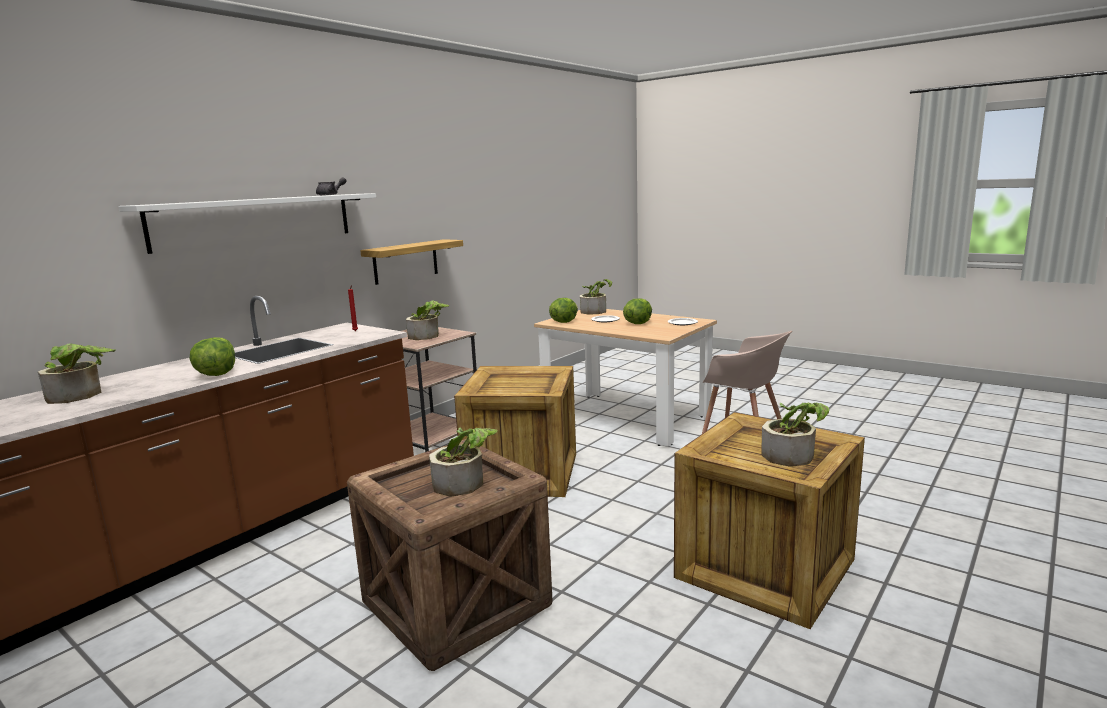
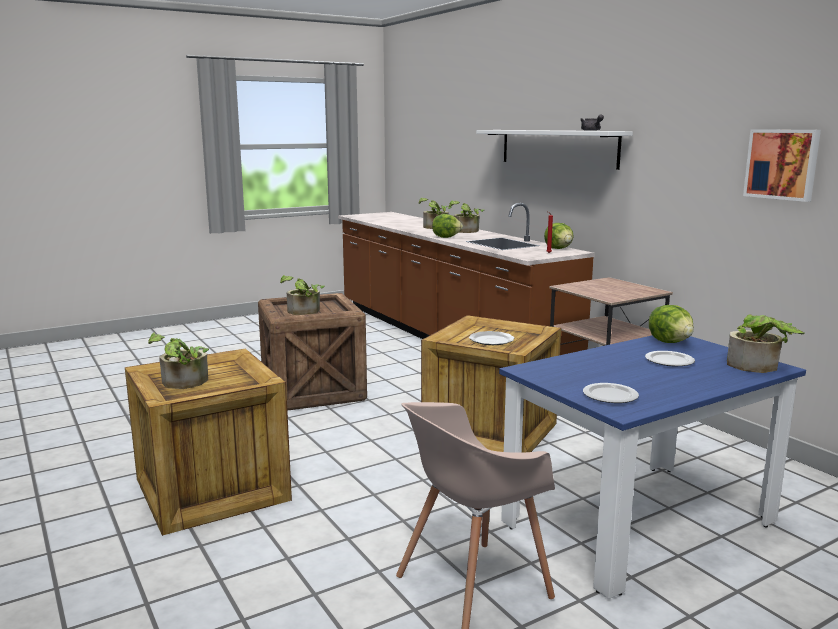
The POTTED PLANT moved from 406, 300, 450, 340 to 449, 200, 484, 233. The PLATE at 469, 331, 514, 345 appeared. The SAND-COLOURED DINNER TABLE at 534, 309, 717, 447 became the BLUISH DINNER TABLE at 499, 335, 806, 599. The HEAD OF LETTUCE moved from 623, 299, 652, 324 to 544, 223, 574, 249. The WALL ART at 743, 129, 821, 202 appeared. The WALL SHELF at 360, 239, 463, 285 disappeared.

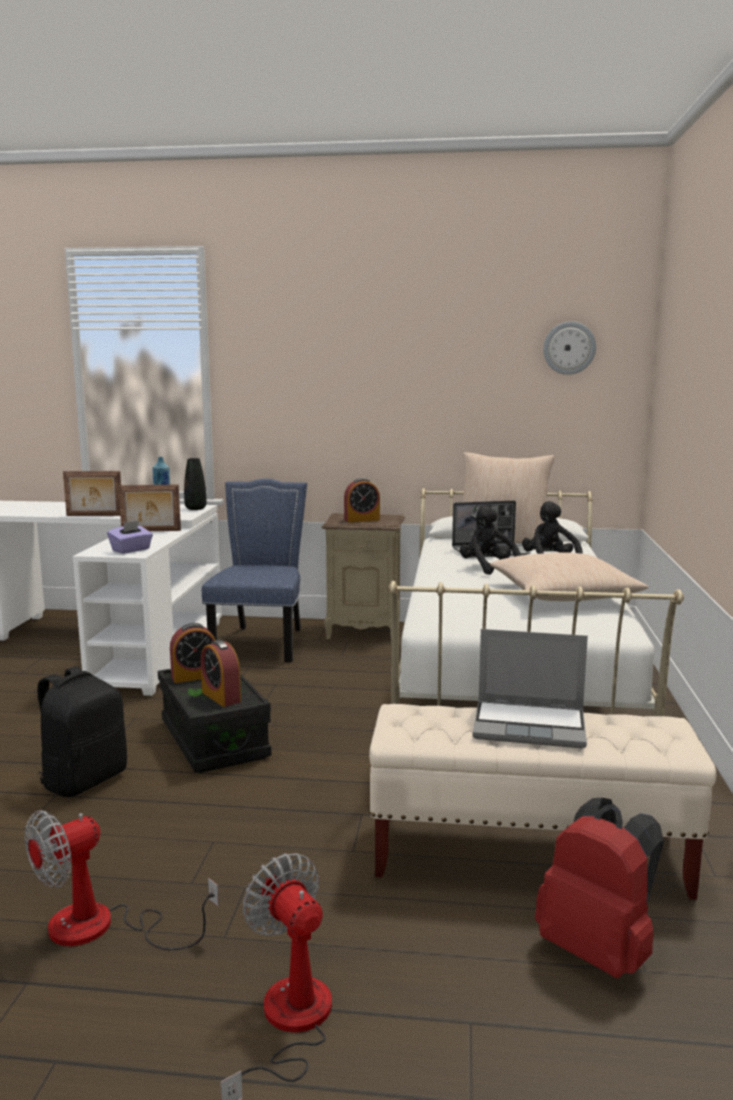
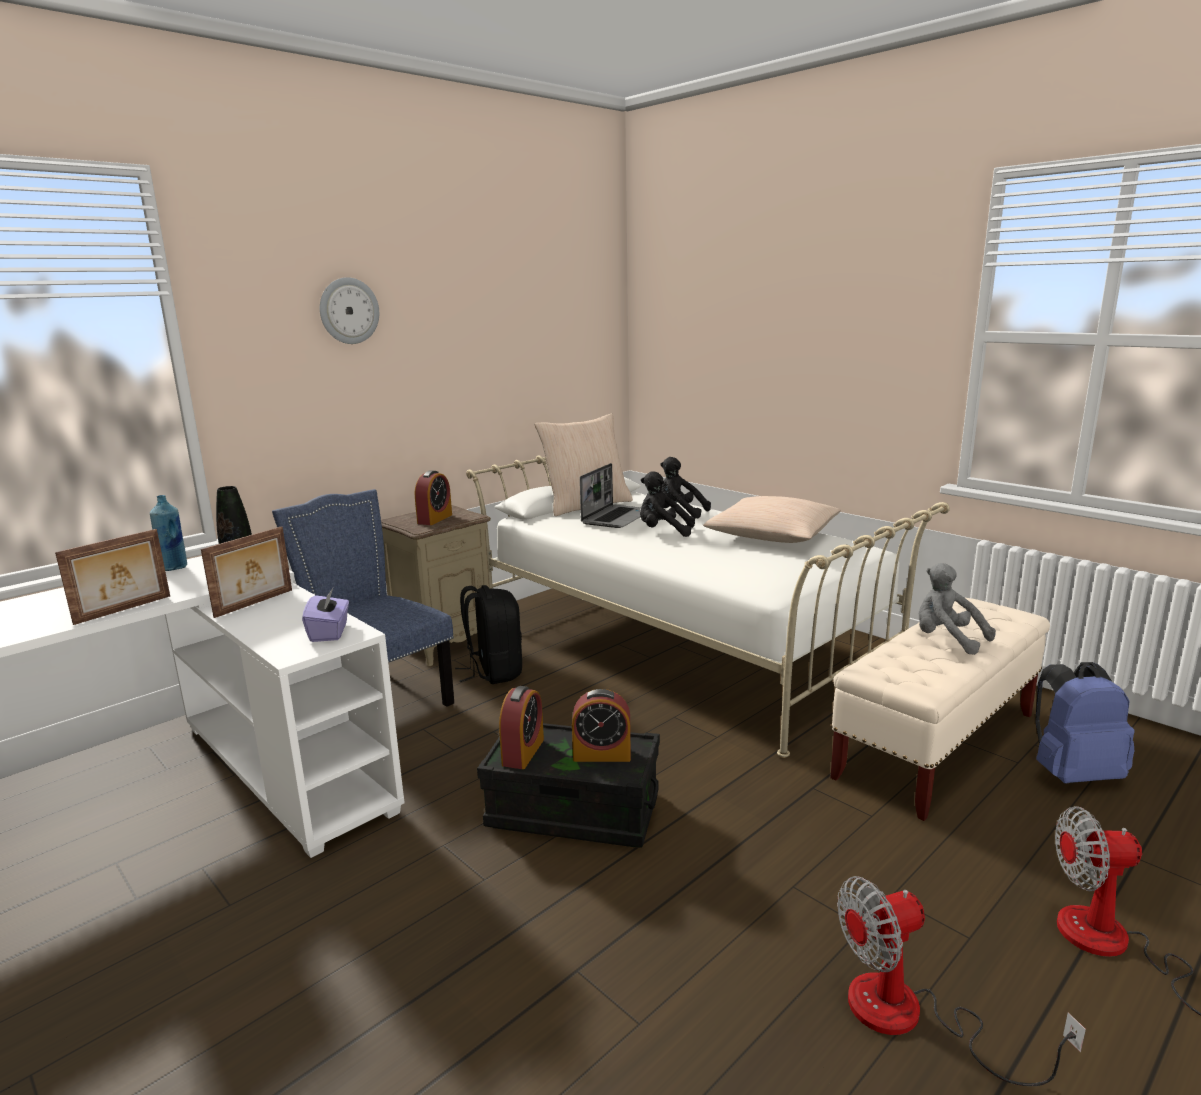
The HANGING CLOCK moved from 543, 321, 596, 375 to 320, 277, 379, 344. The BLACK BACKPACK moved from 37, 666, 127, 797 to 455, 585, 522, 684. The FAN at 25, 810, 219, 950 turned 75 degrees clockwise. The PORTABLE COMPUTER at 472, 629, 588, 748 was replaced by the GRAY PLUSH TOY at 919, 563, 996, 655. The RED BACKPACK at 535, 798, 664, 978 became the BLUISH BACKPACK at 1035, 662, 1134, 783.

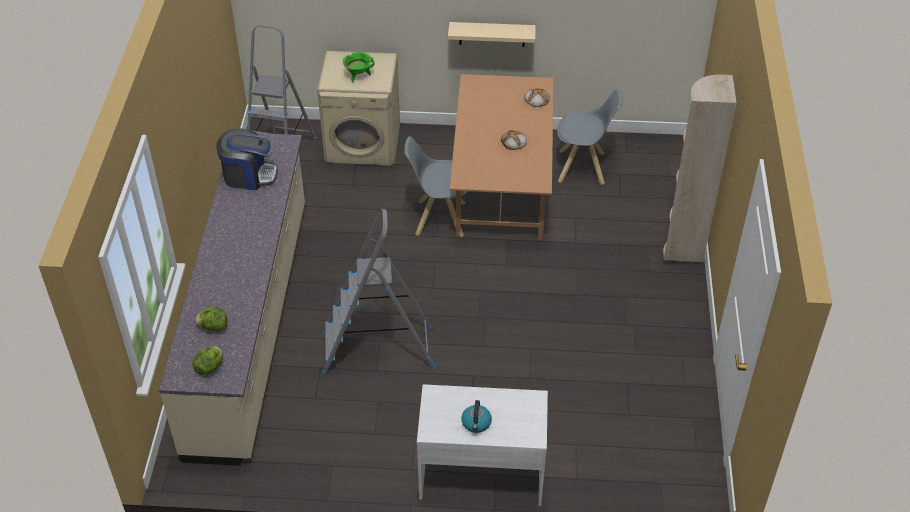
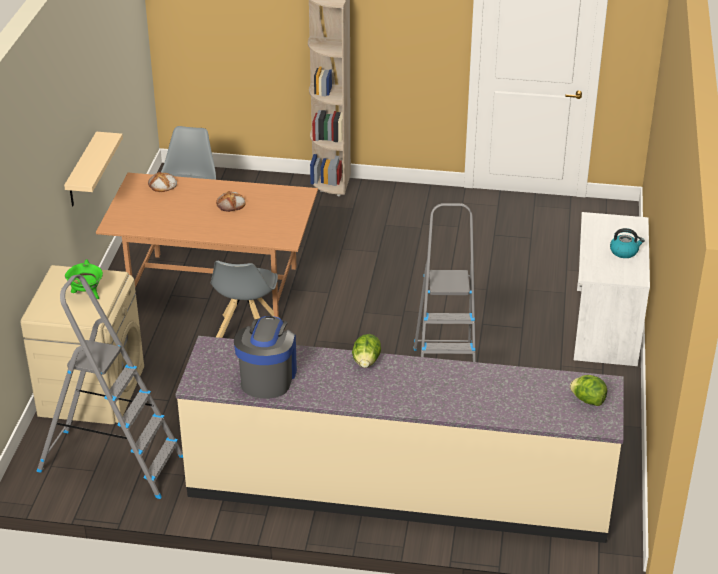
The HEAD OF LETTUCE moved from 195, 307, 227, 331 to 352, 334, 381, 368.

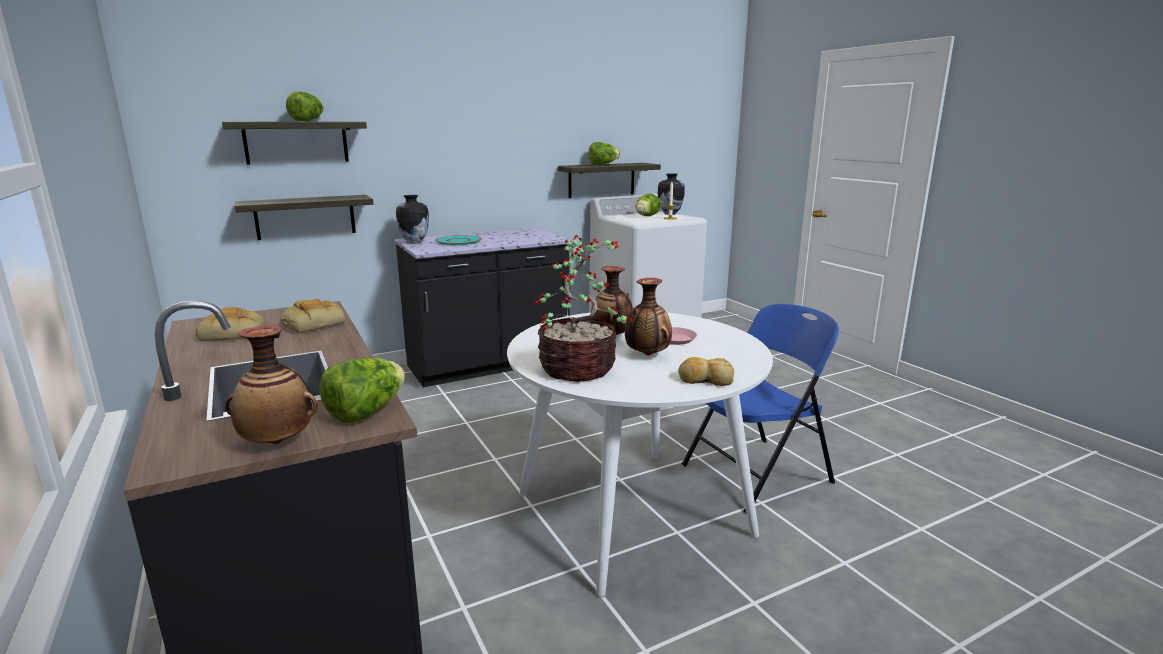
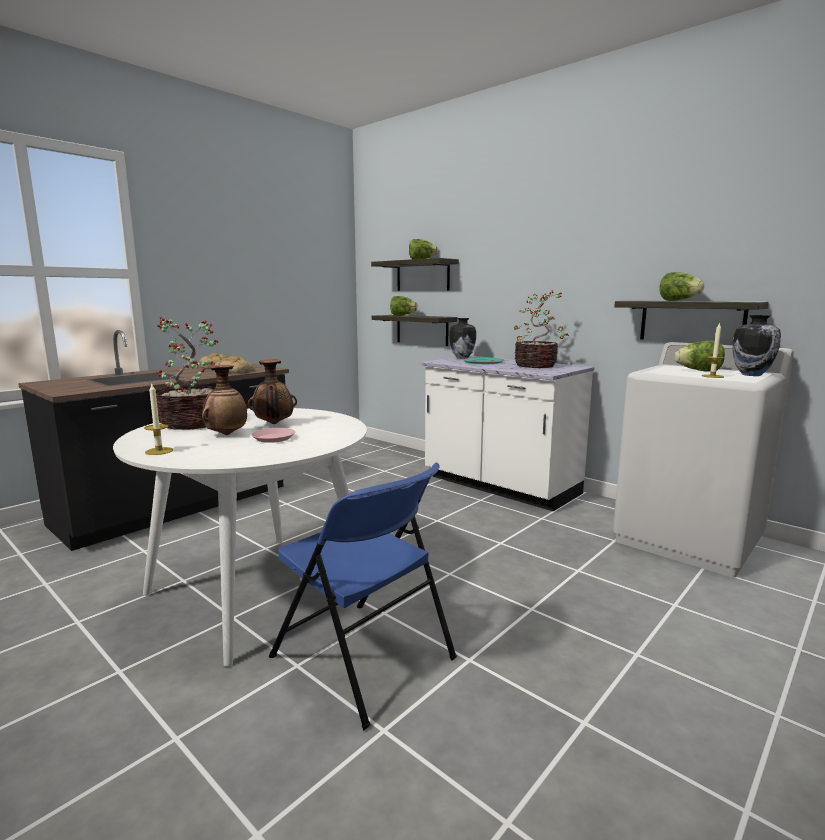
The BREAD at 678, 357, 734, 386 was replaced by the WAX LIGHT at 144, 382, 173, 455. The HEAD OF LETTUCE moved from 319, 358, 405, 423 to 390, 296, 418, 316. The BLACK KITCHEN BASE UNIT at 394, 227, 573, 387 became the WHITISH KITCHEN BASE UNIT at 421, 356, 594, 511. The POTTED PLANT at 514, 290, 569, 368 appeared. The DECORATIVE VASE at 225, 325, 318, 444 disappeared.

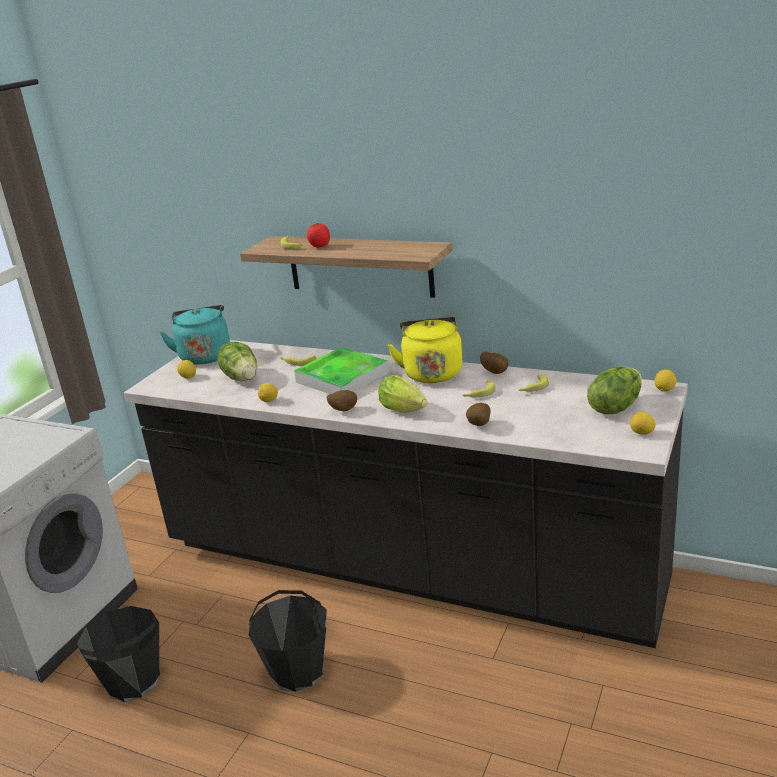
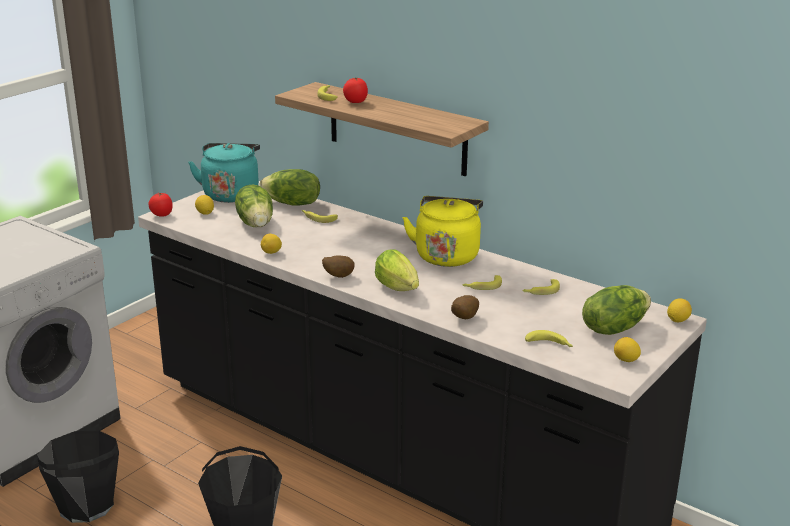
The WHOLE TOMATO at 148, 193, 173, 217 appeared. The HEAD OF LETTUCE at 259, 169, 320, 206 appeared. The WHOLE BANANA at 525, 330, 573, 348 appeared. The CARRYING TRAY at 294, 347, 389, 394 disappeared. The WHOLE POTATO at 480, 352, 508, 374 disappeared.

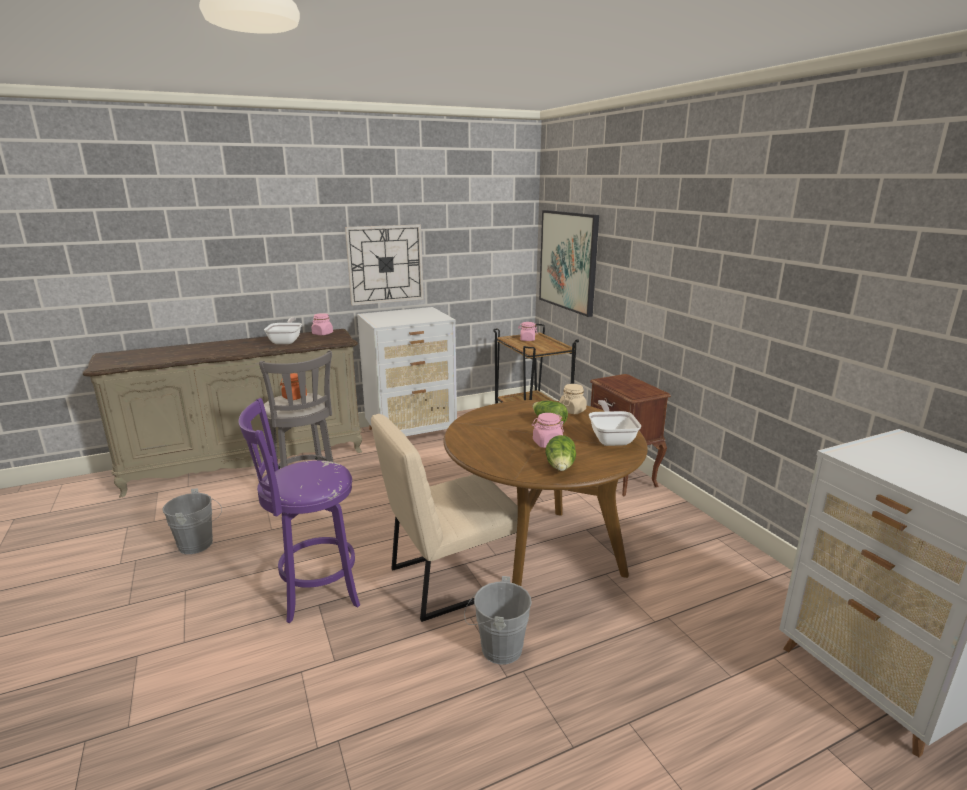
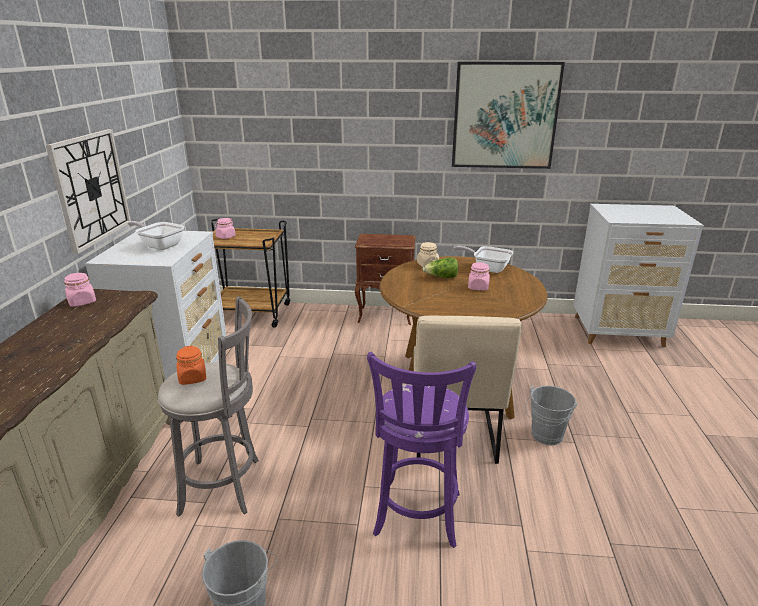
The SKILLET moved from 264, 317, 302, 344 to 127, 221, 185, 250. The WALL ART moved from 539, 210, 599, 317 to 452, 62, 565, 169. The HEAD OF LETTUCE at 545, 435, 576, 471 disappeared.

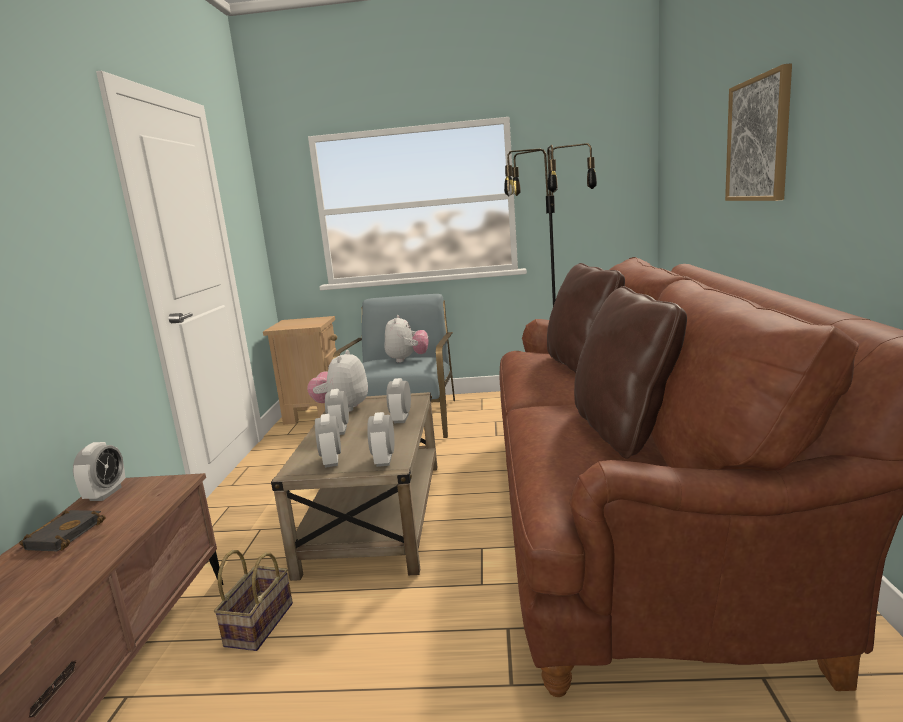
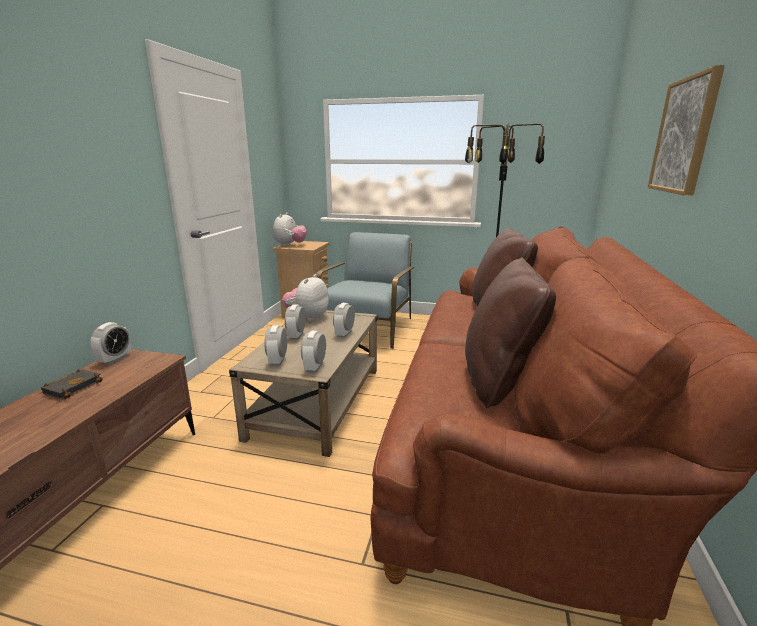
The PLUSH TOY moved from 384, 315, 429, 363 to 273, 213, 307, 247. The HOUSEHOLD BASKET at 214, 550, 293, 651 disappeared.

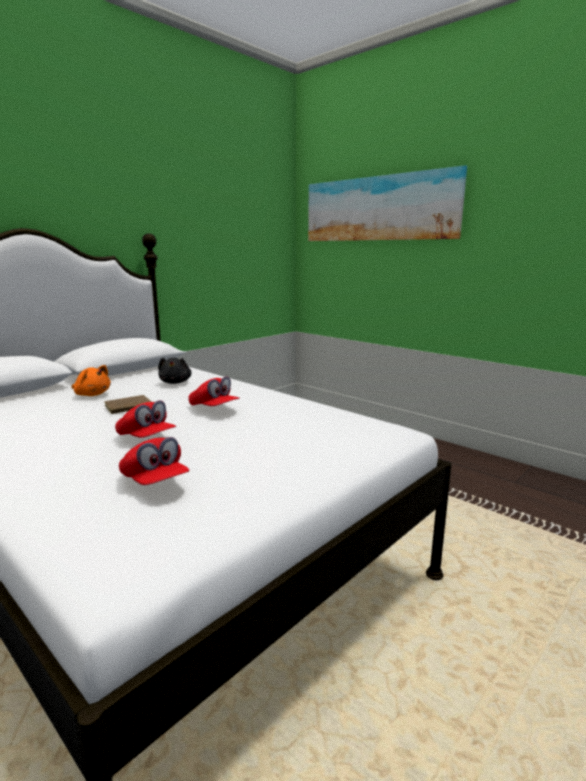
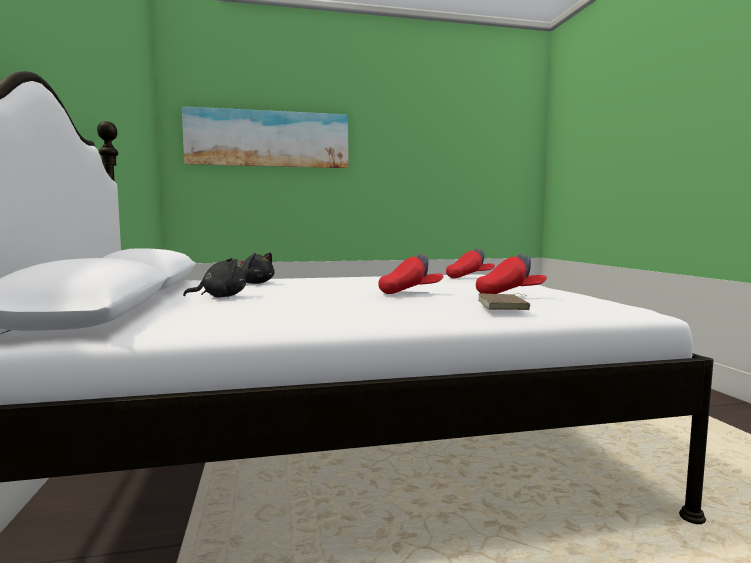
The ORANGE PLUSH TOY at 72, 365, 111, 396 became the BLACK PLUSH TOY at 183, 258, 246, 298. The RED CAP moved from 188, 376, 240, 406 to 446, 249, 495, 278. The BROWN-COLOURED BOUND BOOK moved from 104, 395, 152, 414 to 478, 293, 530, 310.

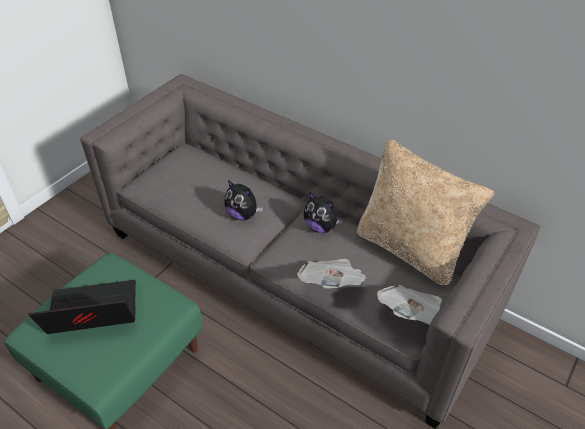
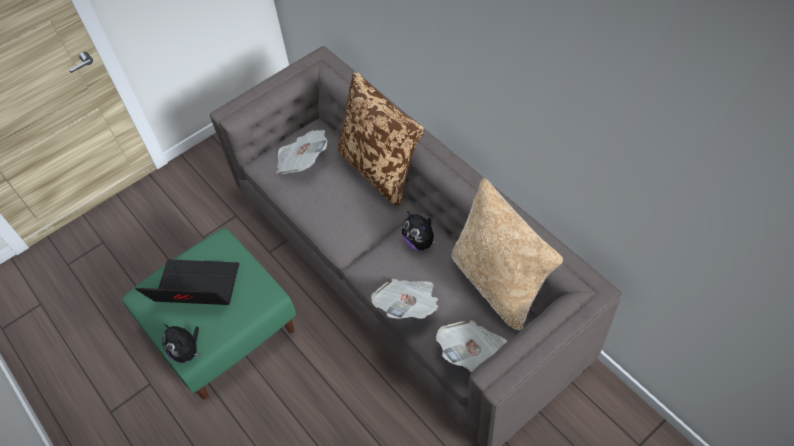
The PLUSH TOY moved from 224, 180, 263, 221 to 162, 324, 202, 363. The NEWSPAPER at 276, 130, 328, 174 appeared. The BROWN-COLOURED CUSHION at 338, 72, 424, 205 appeared.

